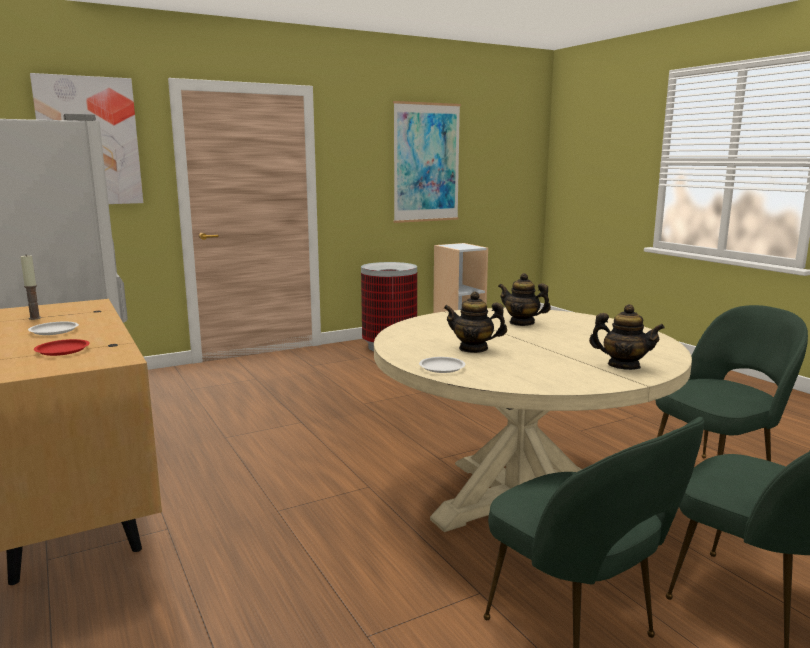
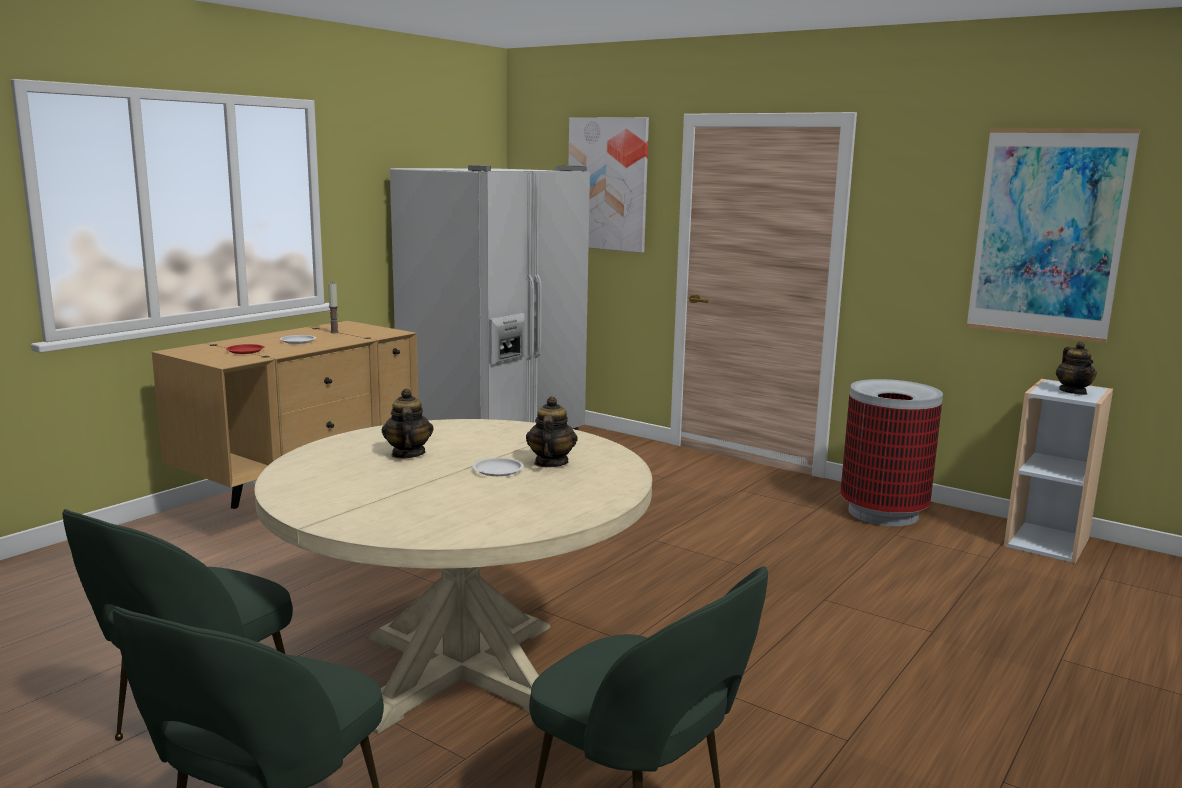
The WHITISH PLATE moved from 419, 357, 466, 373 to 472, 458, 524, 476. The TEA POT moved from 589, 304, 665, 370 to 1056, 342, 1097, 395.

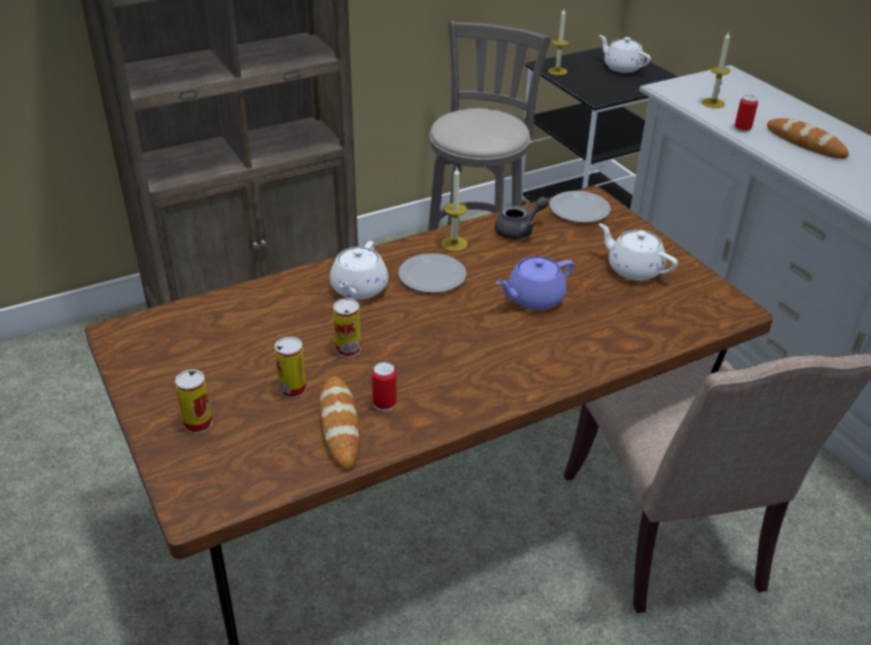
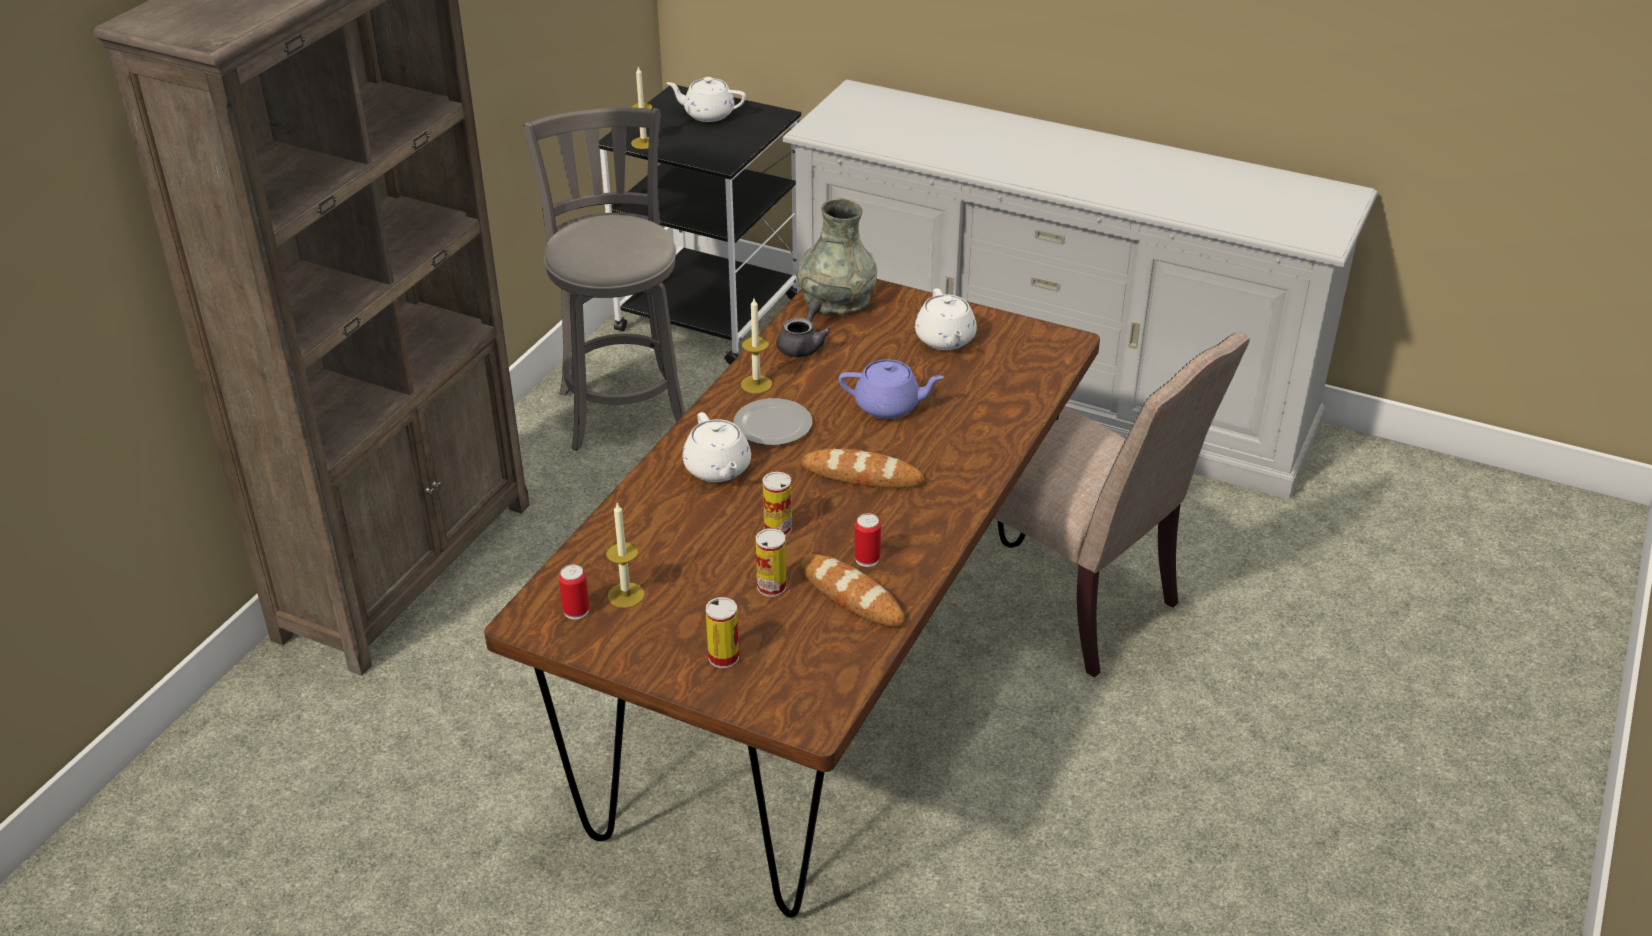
The METAL CAN moved from 735, 95, 758, 133 to 559, 565, 589, 620. The WAX LIGHT moved from 702, 32, 730, 108 to 606, 503, 645, 608. The PLATE at 549, 191, 611, 223 was replaced by the GRAY DECORATIVE VASE at 796, 199, 877, 316. The BREAD moved from 767, 118, 849, 159 to 801, 449, 924, 488. The PURPLE TEA POT at 496, 256, 574, 310 turned 105 degrees counterclockwise. The WHITISH TEA POT at 599, 223, 678, 281 turned 105 degrees counterclockwise.

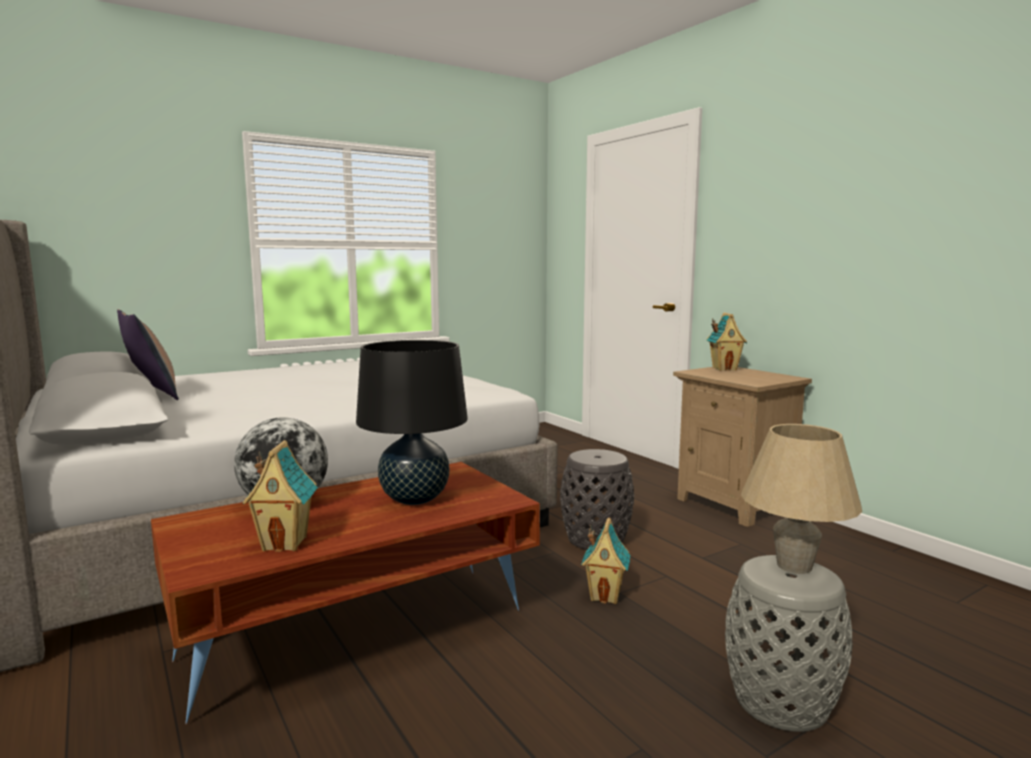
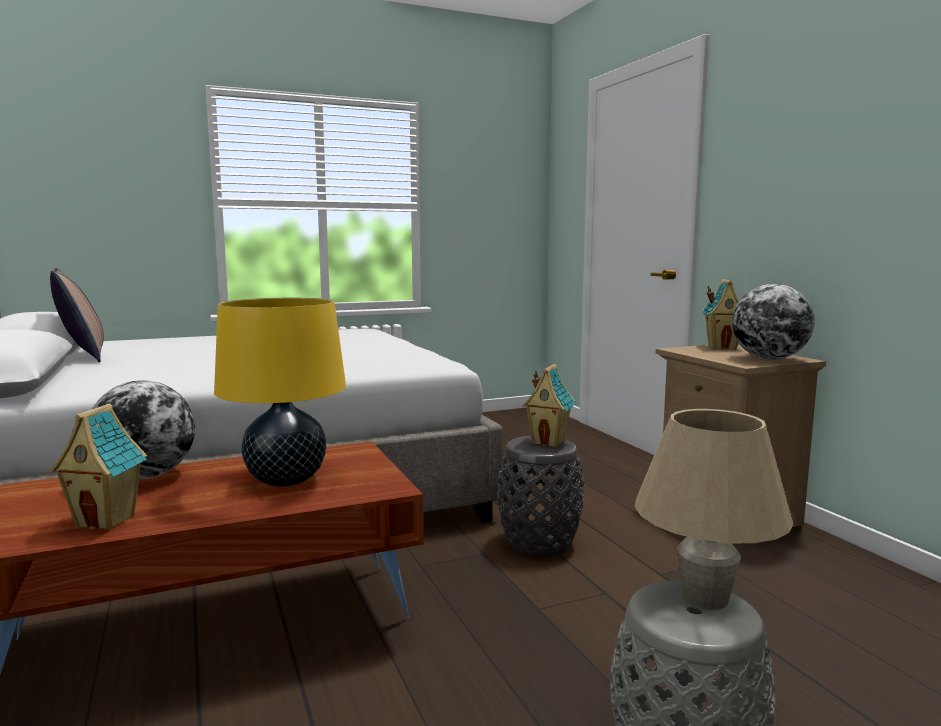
The BLACK TABLETOP LAMP at 356, 340, 468, 505 became the YELLOW TABLETOP LAMP at 214, 298, 346, 487. The MINIATURE HOUSE moved from 581, 518, 631, 604 to 522, 364, 576, 447. The DESK GLOBE at 732, 284, 815, 360 appeared.

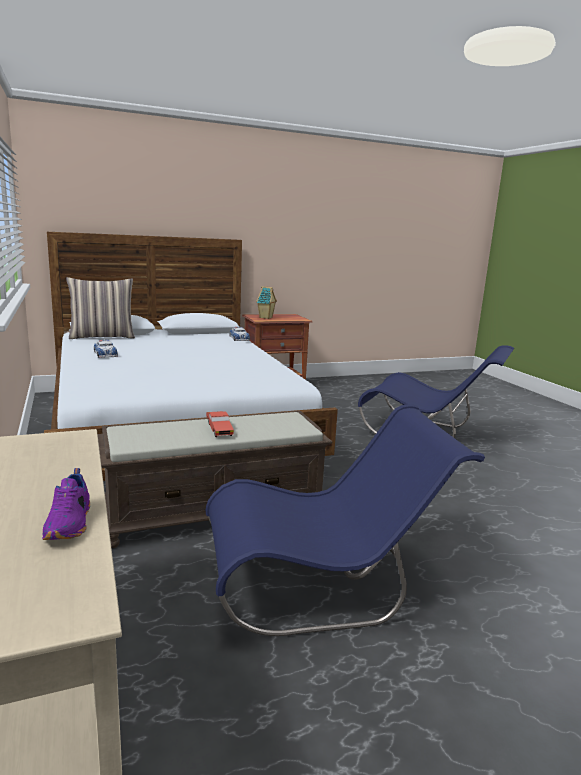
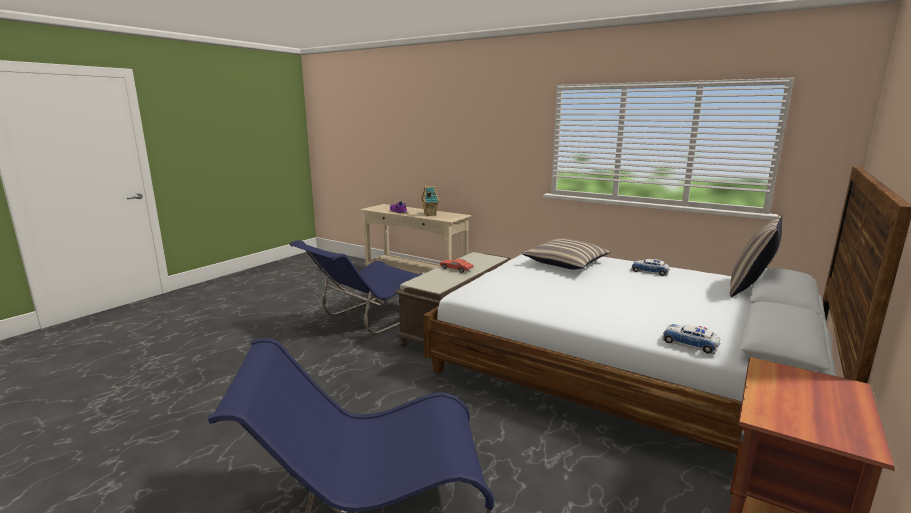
The MINIATURE HOUSE moved from 256, 286, 277, 319 to 421, 186, 439, 216. The CUSHION at 522, 238, 610, 270 appeared.

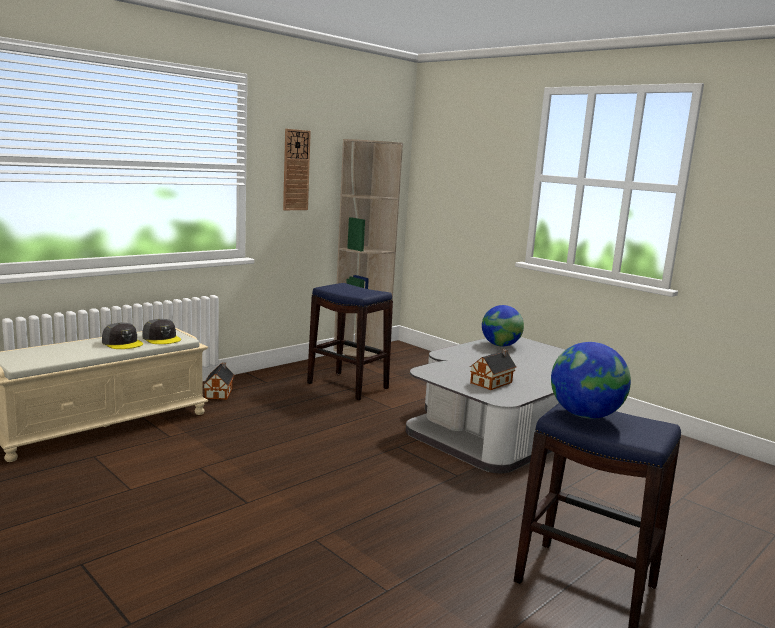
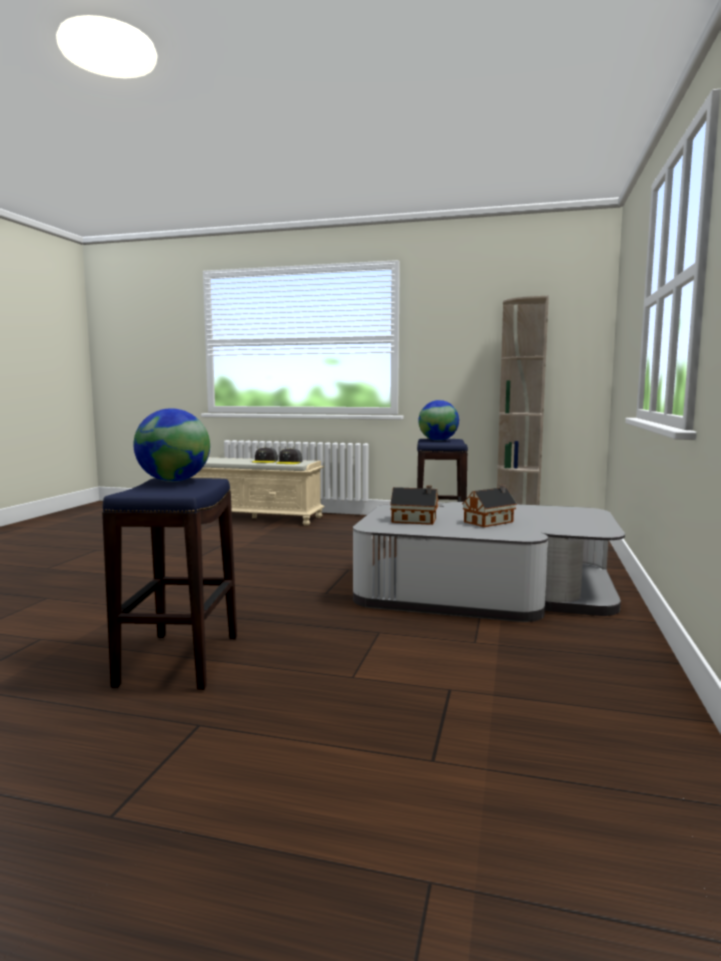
The DESK GLOBE moved from 482, 305, 524, 347 to 418, 400, 459, 441. The MINIATURE HOUSE moved from 203, 362, 234, 400 to 462, 485, 517, 527. The HANGING CLOCK at 283, 129, 311, 210 disappeared.

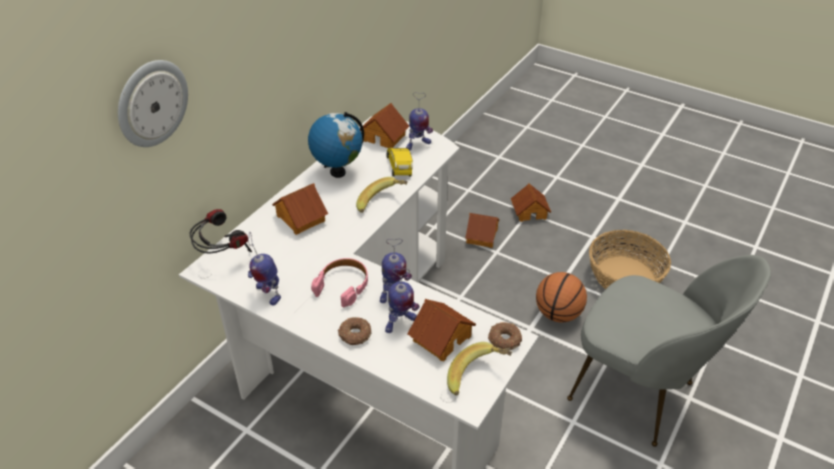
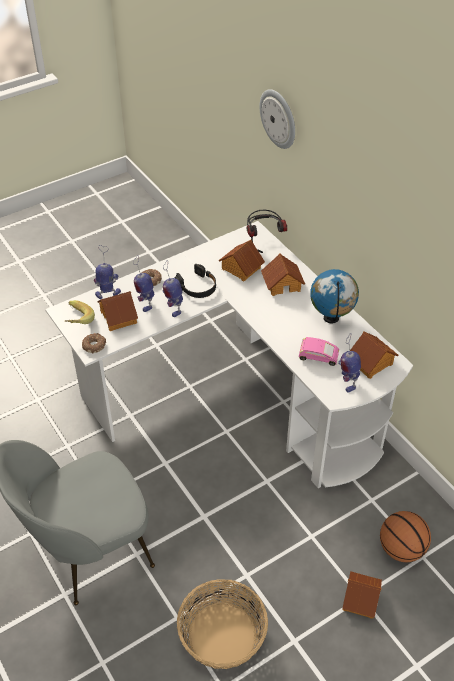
The TOY ROBOT moved from 248, 232, 281, 306 to 94, 245, 121, 299. The PINKISH PAIR OF HEADPHONES at 311, 258, 368, 307 became the BLACK PAIR OF HEADPHONES at 175, 264, 216, 298. The MINIATURE HOUSE moved from 465, 213, 499, 248 to 218, 240, 265, 281. The YELLOW MODEL CAR at 386, 148, 413, 177 became the PINKISH MODEL CAR at 299, 337, 339, 366. The BALL FOR BASKETBALL moved from 536, 272, 587, 322 to 380, 511, 431, 562. The WHOLE BANANA at 356, 177, 408, 213 disappeared.

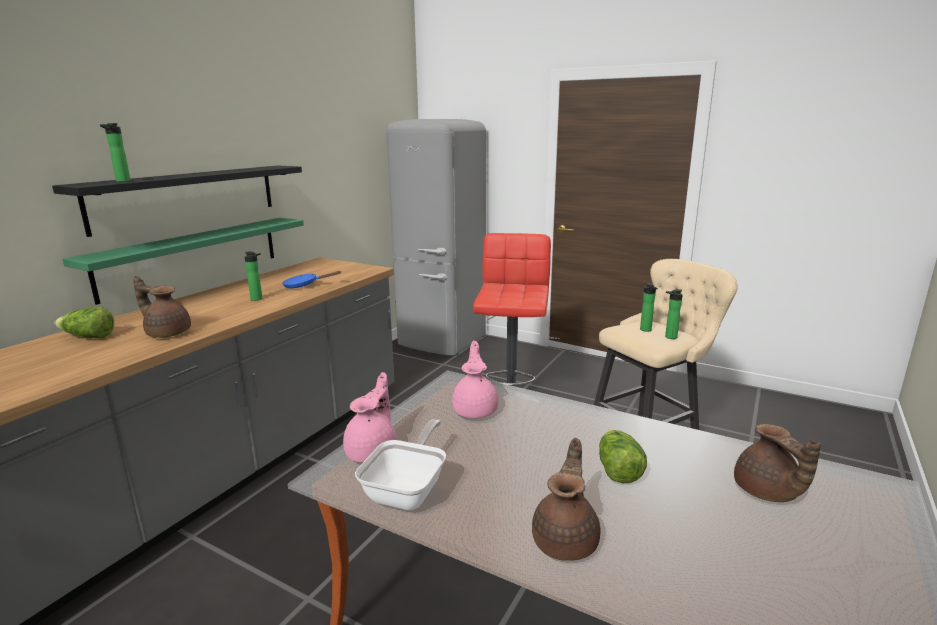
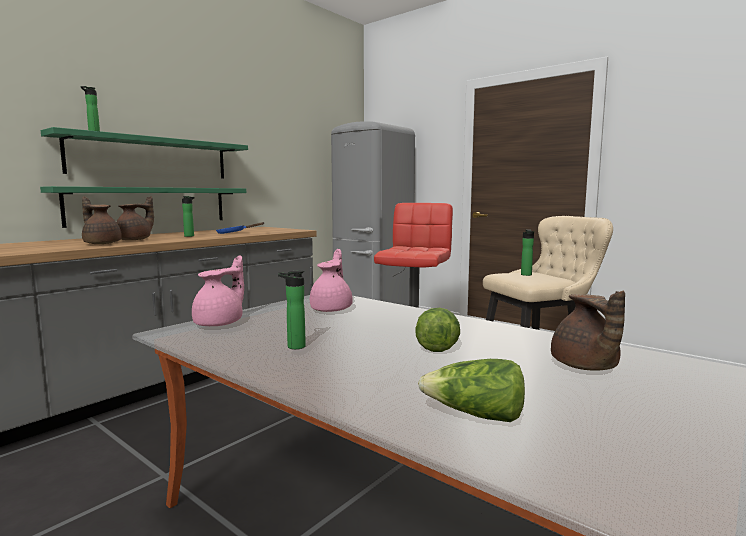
The BLACK WALL SHELF at 52, 166, 302, 237 became the GREEN WALL SHELF at 41, 127, 248, 178. The BROWN-COLOURED TEA POT moved from 532, 438, 601, 561 to 117, 196, 154, 240. The BOTTLE moved from 665, 289, 683, 339 to 278, 271, 306, 349. The HEAD OF LETTUCE moved from 54, 307, 114, 338 to 418, 359, 525, 422. The SKILLET at 355, 419, 446, 511 disappeared.

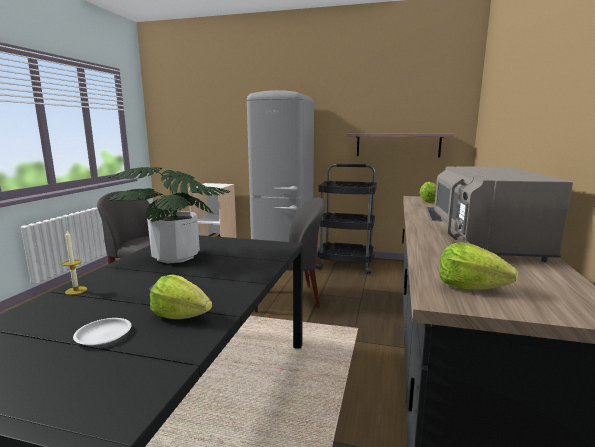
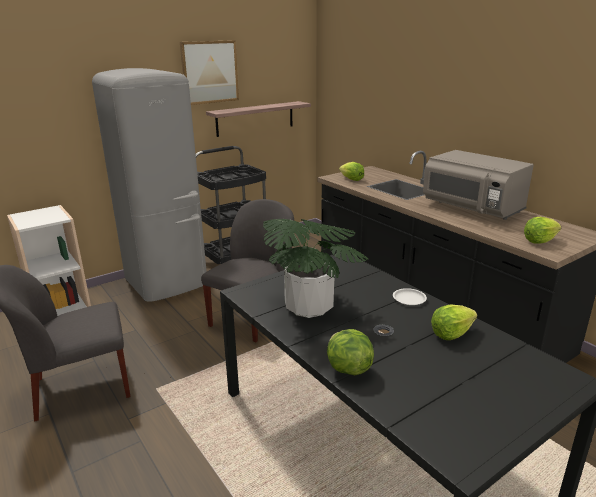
The WALL ART at 180, 40, 239, 105 appeared. The WAX LIGHT at 62, 231, 87, 295 was replaced by the HEAD OF LETTUCE at 327, 329, 374, 375. The WHITISH PLATE moved from 73, 318, 131, 345 to 393, 288, 427, 305.

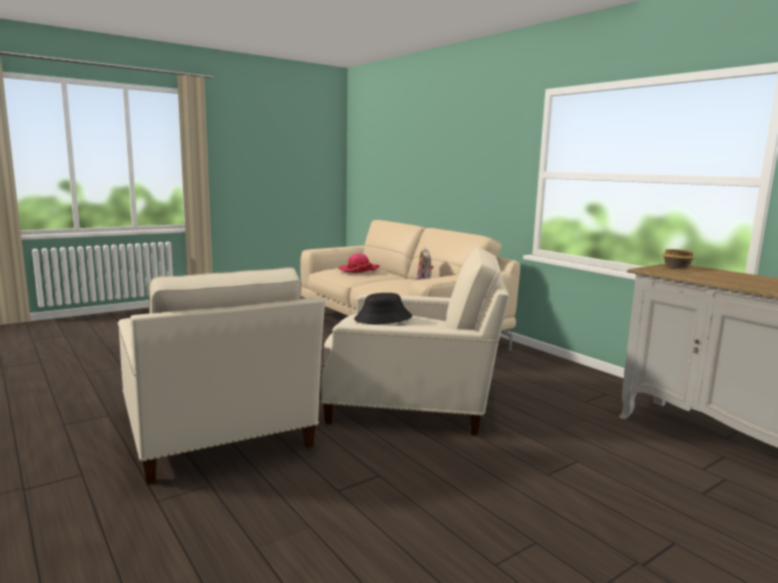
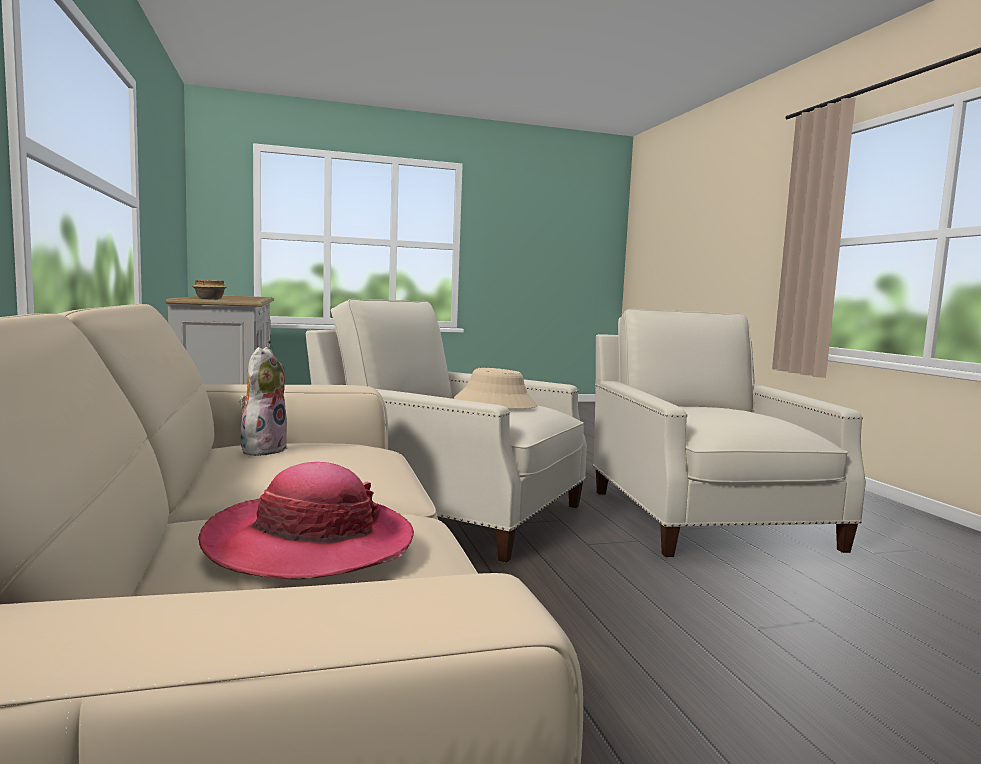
The BLACK CLOTHING HAT at 354, 293, 412, 324 became the SAND-COLOURED CLOTHING HAT at 454, 368, 537, 409.

